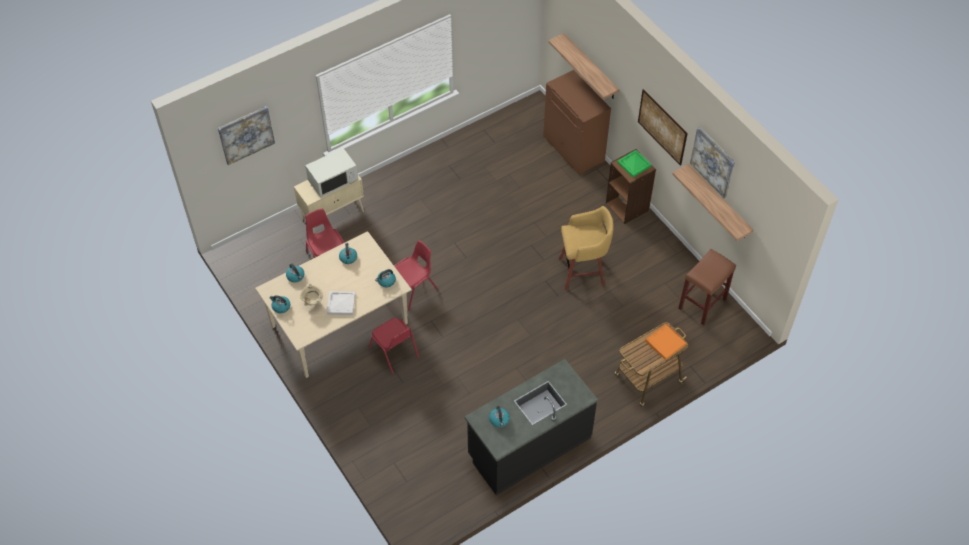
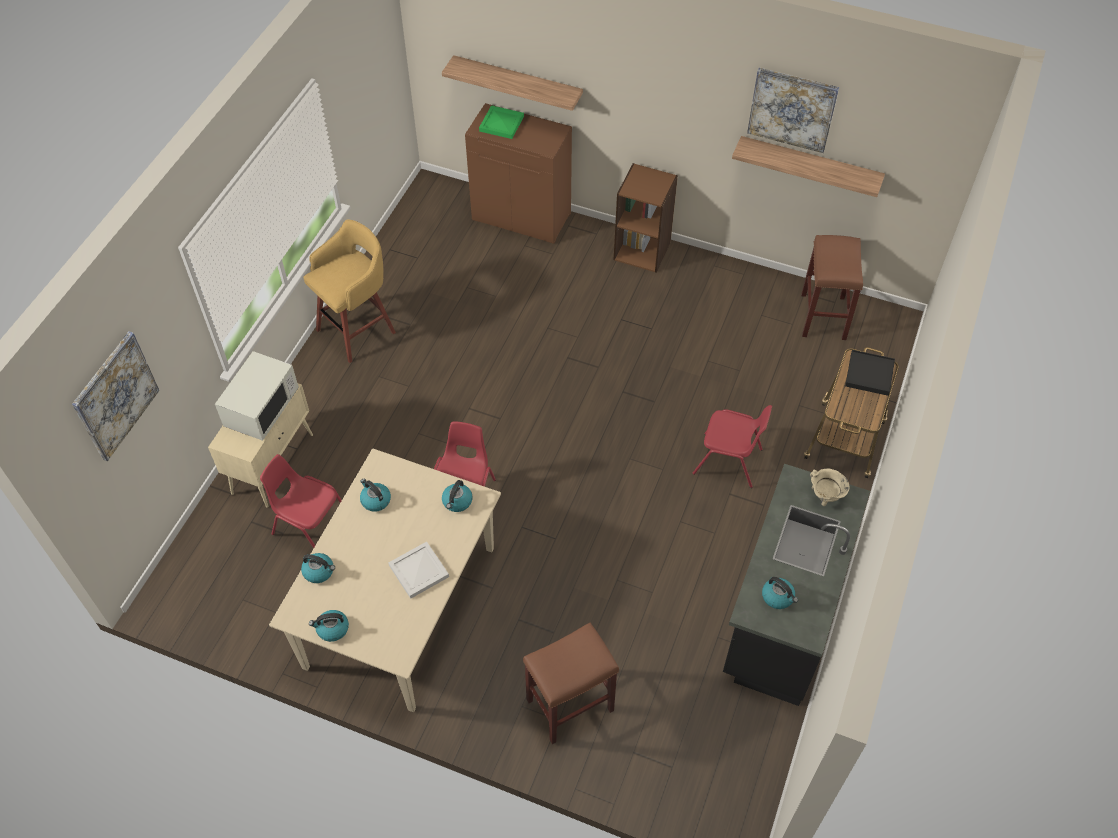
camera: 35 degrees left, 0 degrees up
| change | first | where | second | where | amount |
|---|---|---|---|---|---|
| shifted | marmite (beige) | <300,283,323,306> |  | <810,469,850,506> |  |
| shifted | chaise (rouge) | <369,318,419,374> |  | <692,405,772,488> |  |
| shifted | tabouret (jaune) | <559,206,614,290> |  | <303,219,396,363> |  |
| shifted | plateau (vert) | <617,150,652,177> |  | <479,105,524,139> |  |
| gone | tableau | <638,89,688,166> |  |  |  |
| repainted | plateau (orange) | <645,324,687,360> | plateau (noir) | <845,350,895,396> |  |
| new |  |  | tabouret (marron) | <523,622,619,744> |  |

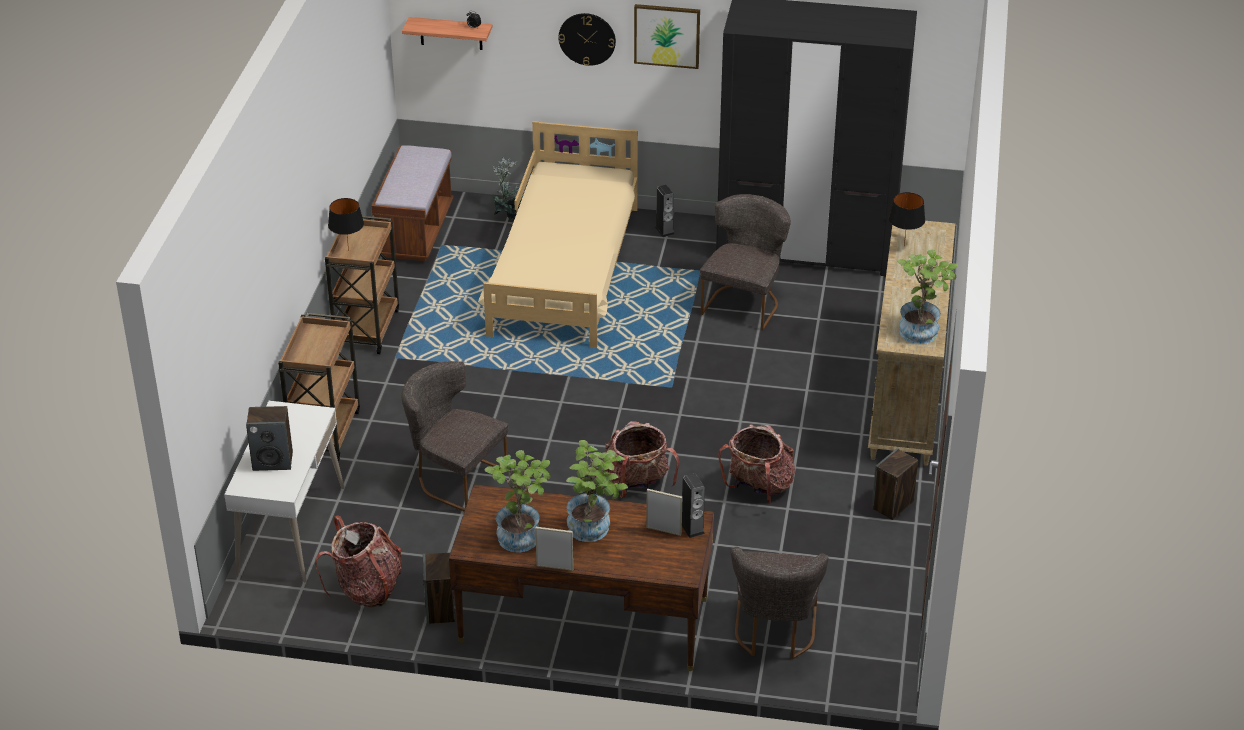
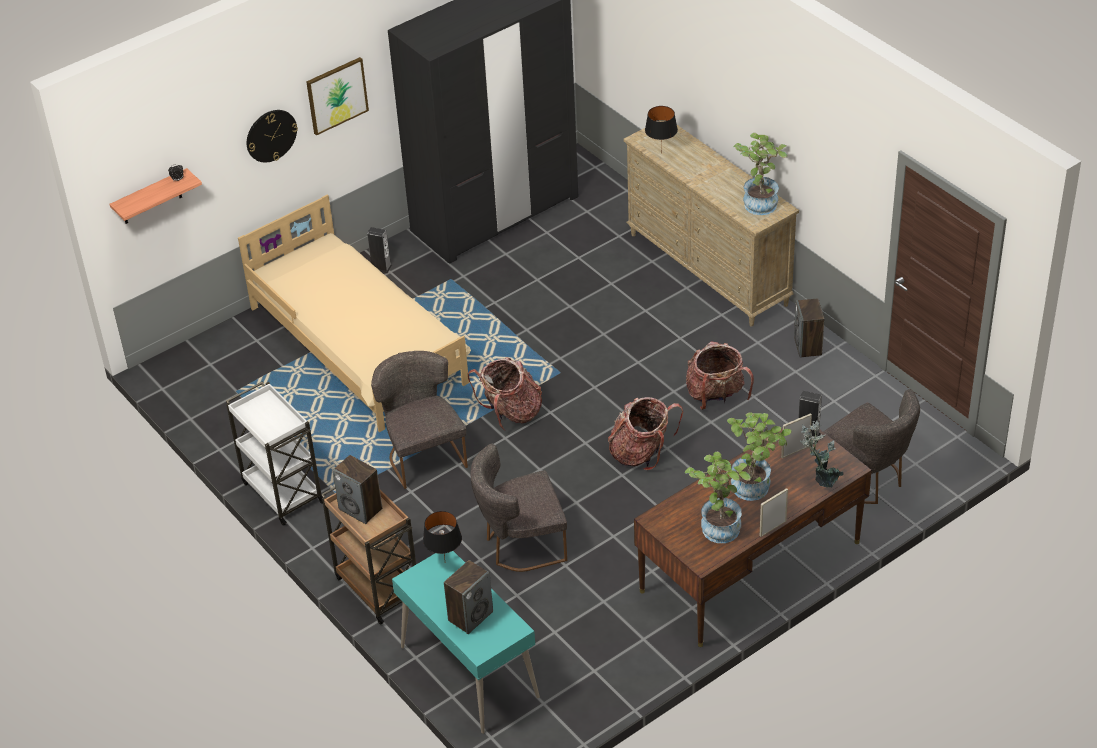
camera: 45 degrees left, 5 degrees up
| change | first | where | second | where | amount |
|---|---|---|---|---|---|
| repainted | bureau (blanc) | <224,401,345,583> | bureau (turquoise) | <392,551,540,734> |  |
| shifted | sac à dos | <315,515,402,608> |  | <468,357,542,430> |  |
| repainted | chariot (marron) | <325,216,399,354> | chariot (blanc) | <226,382,323,526> |  |
| shifted | lampe de table (noir) | <328,198,364,251> |  | <423,511,462,559> |  |
| gone | banc (marron) | <372,145,454,261> |  |  |  |
| shifted | enceinte | <423,553,455,624> |  | <332,455,382,524> |  |
| shifted | plante en pot | <493,157,523,219> |  | <800,419,844,488> |  |
| shifted | chaise (gris) | <700,194,791,330> |  | <371,351,468,489> |  |

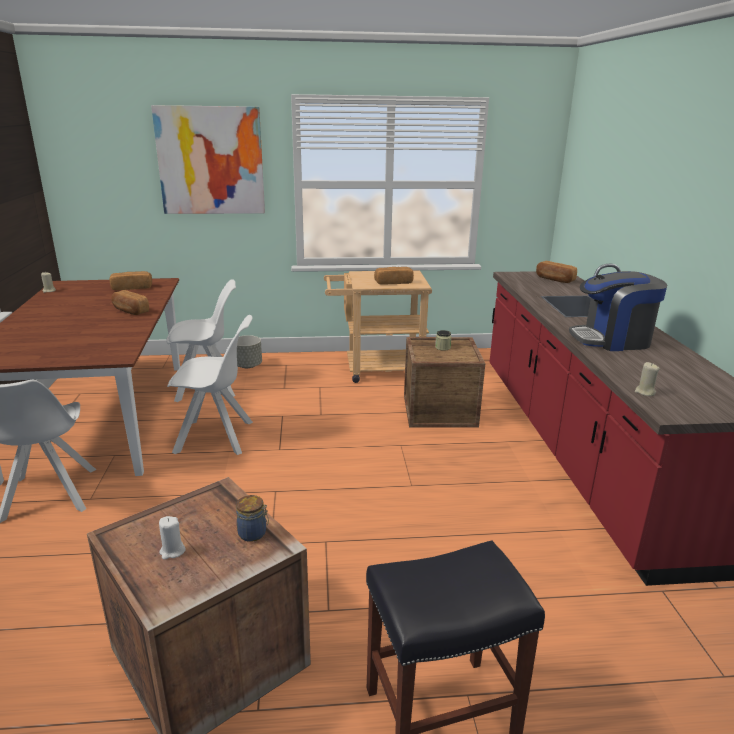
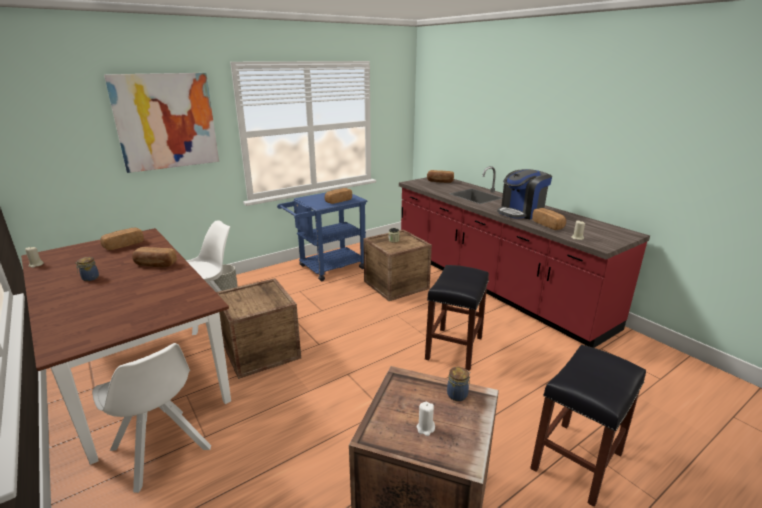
camera: 30 degrees left, 0 degrees up
| change | first | where | second | where | amount |
|---|---|---|---|---|---|
| swapped | chaise (blanc) | <167,315,253,455> | caisse | <216,278,301,379> |  |
| repainted | chariot (beige) | <324,271,432,383> | chariot (bleu) | <277,193,367,281> |  |
| new |  |  | bocal | <75,257,99,281> |  |
| new |  |  | tabouret (noir) | <425,265,489,371> |  |
| new |  |  | pain | <532,208,566,230> |  |

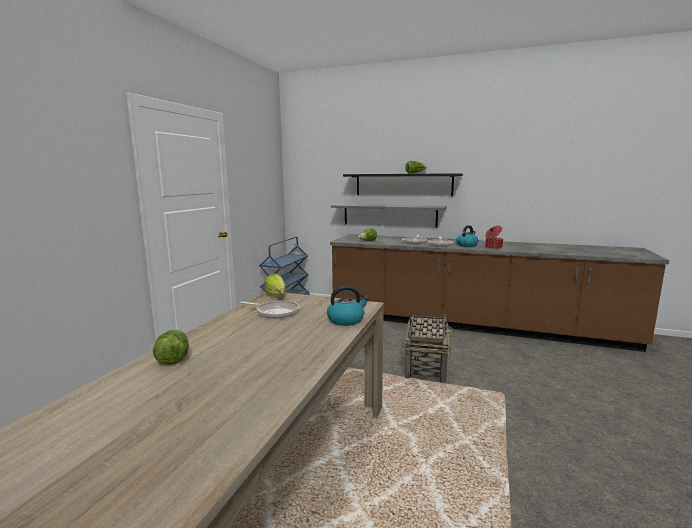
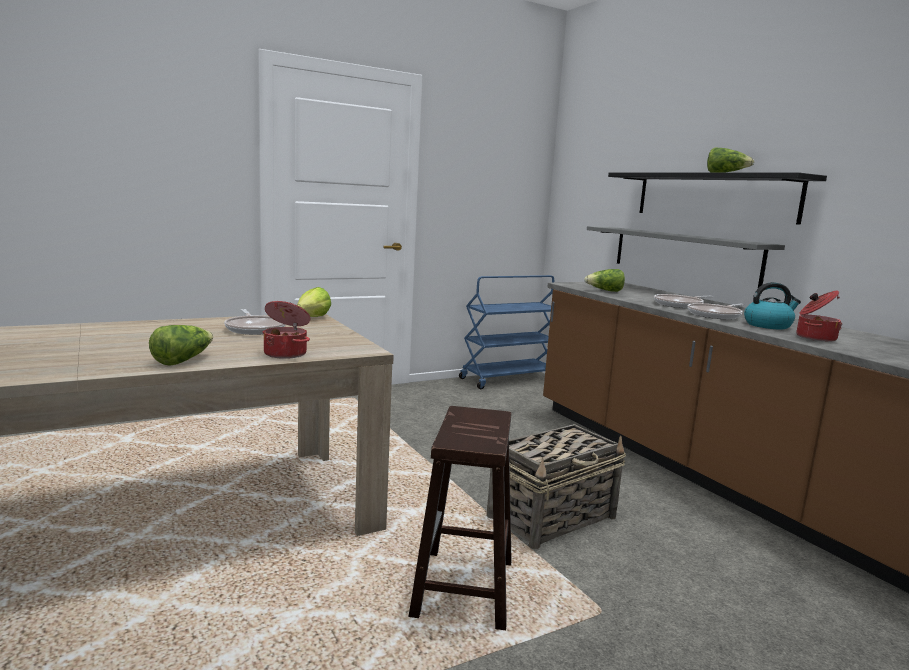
camera: 40 degrees right, 0 degrees up
| change | first | where | second | where | amount |
|---|---|---|---|---|---|
| shifted | laitue | <153,330,189,365> |  | <149,325,213,365> |  |
| swapped | bouilloire | <327,286,369,326> | marmite | <262,301,311,359> |  |
| new |  |  | tabouret (marron) | <408,406,512,630> |  |

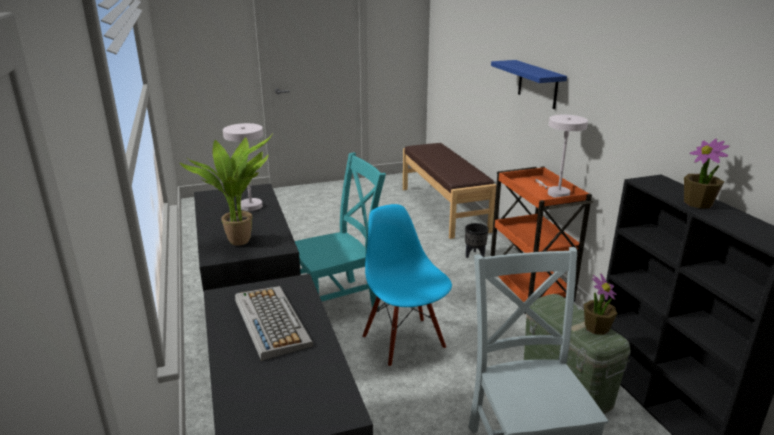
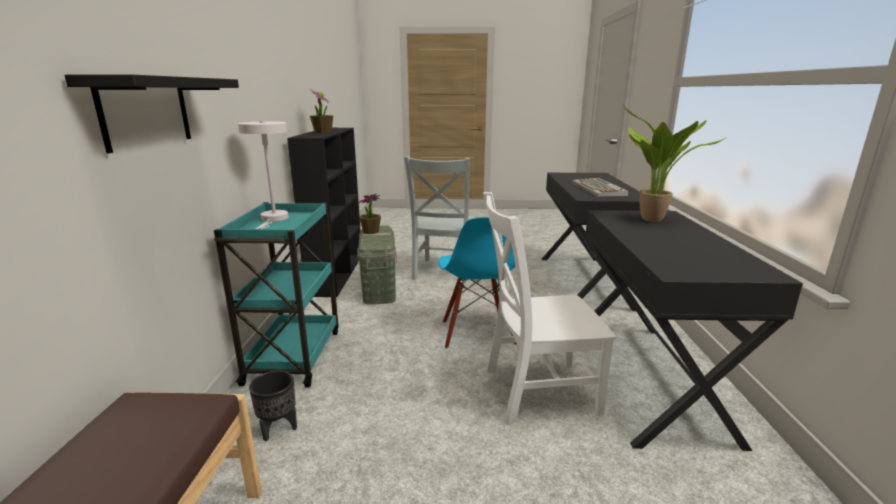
camera: 160 degrees left, 5 degrees down
| change | first | where | second | where | amount |
|---|---|---|---|---|---|
| gone | lampe de table (blanc) | <223,123,263,211> |  |  |  |
| repainted | chaise (turquoise) | <295,152,386,310> | chaise (blanc) | <483,192,616,425> |  |
| repainted | étagère (bleu) | <491,60,567,109> | étagère (noir) | <64,75,239,153> |  |
| repainted | chariot (orange) | <491,166,593,314> | chariot (turquoise) | <214,202,338,388> |  |

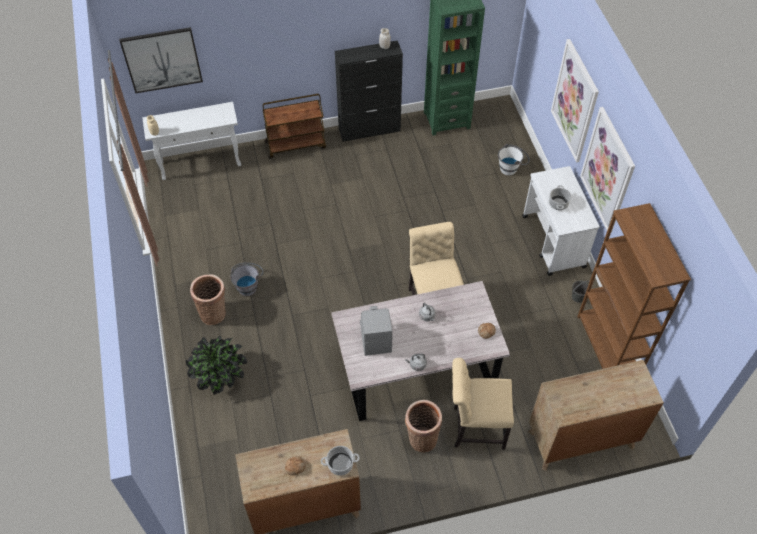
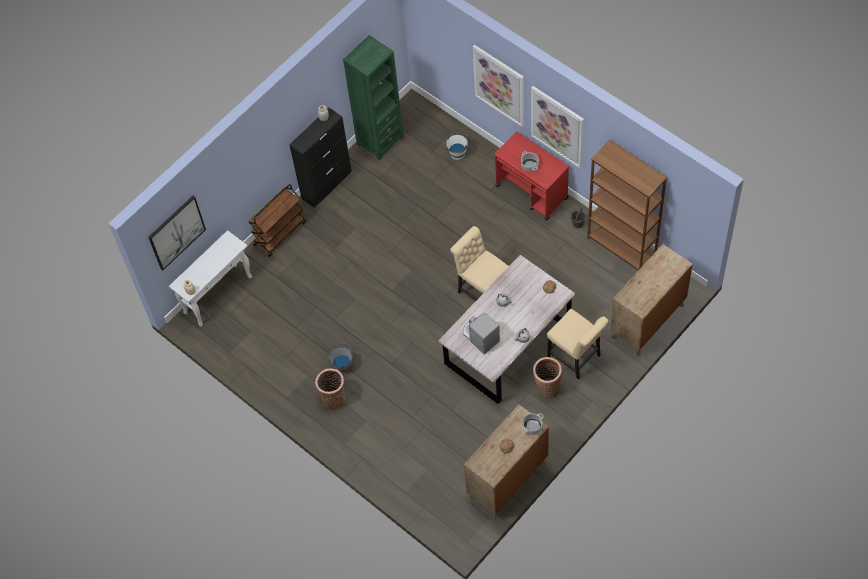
camera: 30 degrees left, 5 degrees up
| change | first | where | second | where | amount |
|---|---|---|---|---|---|
| gone | plante en pot | <186,336,247,395> |  |  |  |
| rotated | chaise (beige) | <452,358,514,450> |  | <547,308,608,379> | 105 degrees counterclockwise |
| repainted | chariot (blanc) | <522,166,600,276> | chariot (rouge) | <494,131,569,220> |  |

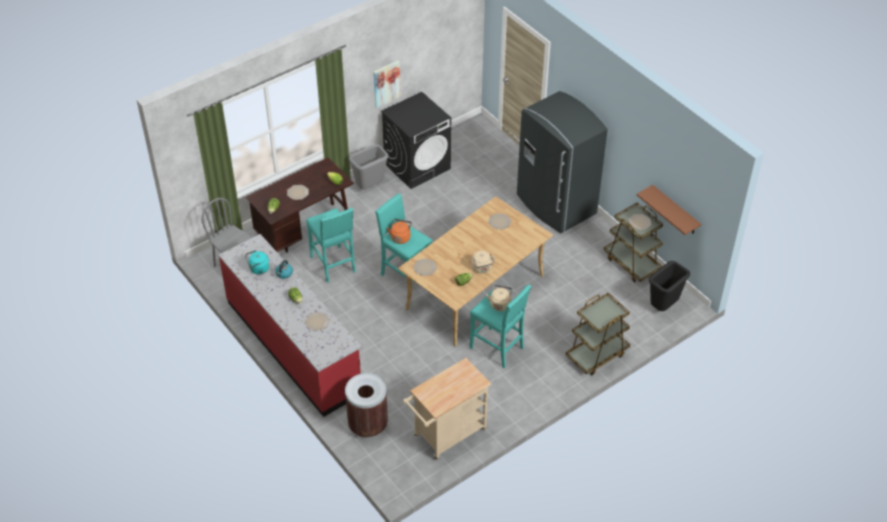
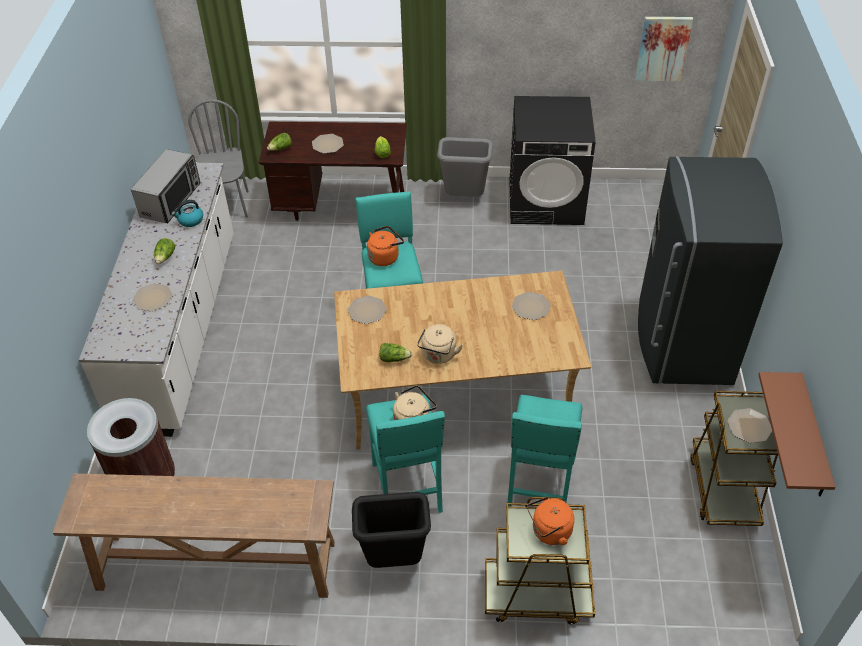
camera: 40 degrees right, 0 degrees up
| change | first | where | second | where | amount |
|---|---|---|---|---|---|
| repainted | comptoir de cuisine (rouge) | <218,234,362,417> | comptoir de cuisine (blanc) | <79,163,234,437> |  |
| swapped | bouilloire (turquoise) | <245,250,270,274> | micro-ondes | <131,149,201,223> |  |
| shifted | tabouret (turquoise) | <306,208,356,283> |  | <508,395,582,507> |  |
| shifted | tableau | <373,60,401,108> |  | <635,17,693,81> |  |
| swapped | chariot (beige) | <403,358,491,460> | table console (marron) | <53,474,335,598> |  |
| shifted | poubelle (noir) | <649,261,690,311> |  | <352,492,431,568> |  |
| new |  |  | bouilloire (orange) | <527,496,574,545> |  |

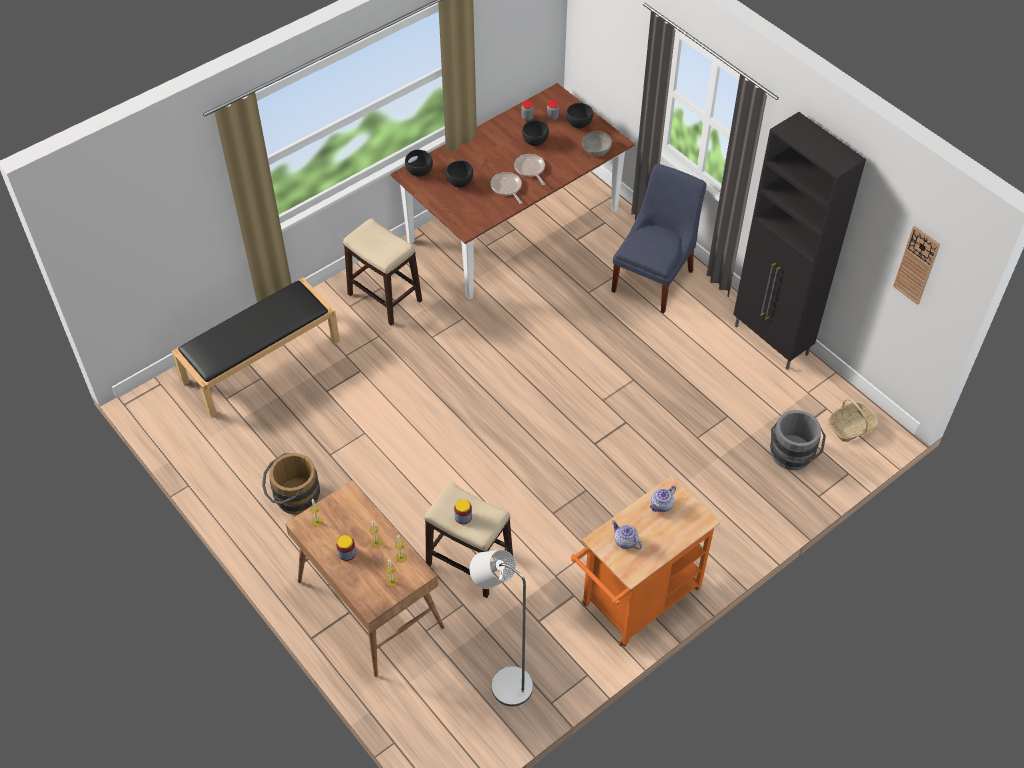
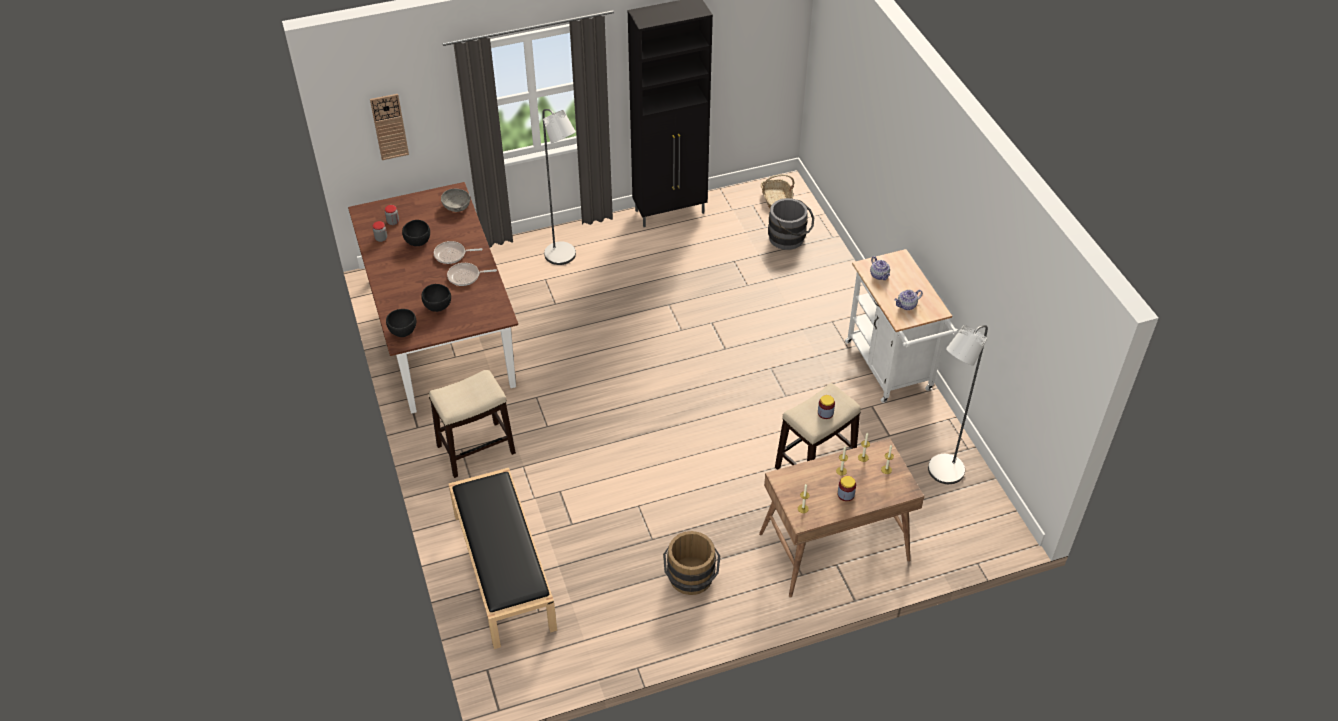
camera: 70 degrees left, 5 degrees down
| change | first | where | second | where | amount |
|---|---|---|---|---|---|
| gone | bol (noir) | <566,103,593,129> |  |  |  |
| repainted | chariot (orange) | <571,476,720,647> | chariot (blanc) | <845,249,958,403> |  |
| swapped | chaise (bleu) | <611,164,707,314> | lampadaire (gris) | <542,109,576,265> |  |
| shifted | horloge murale | <893,226,940,305> |  | <370,94,409,160> |  |

